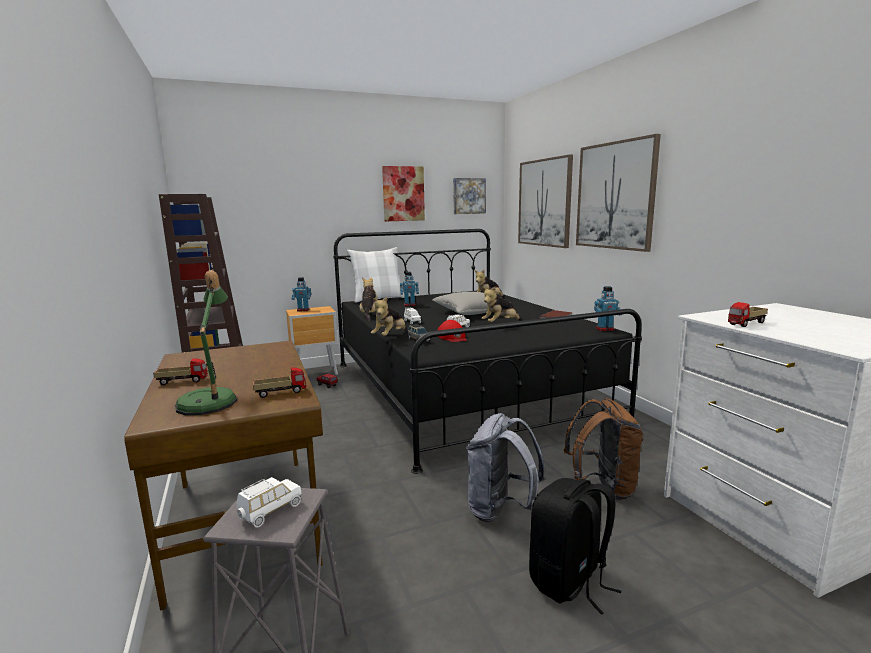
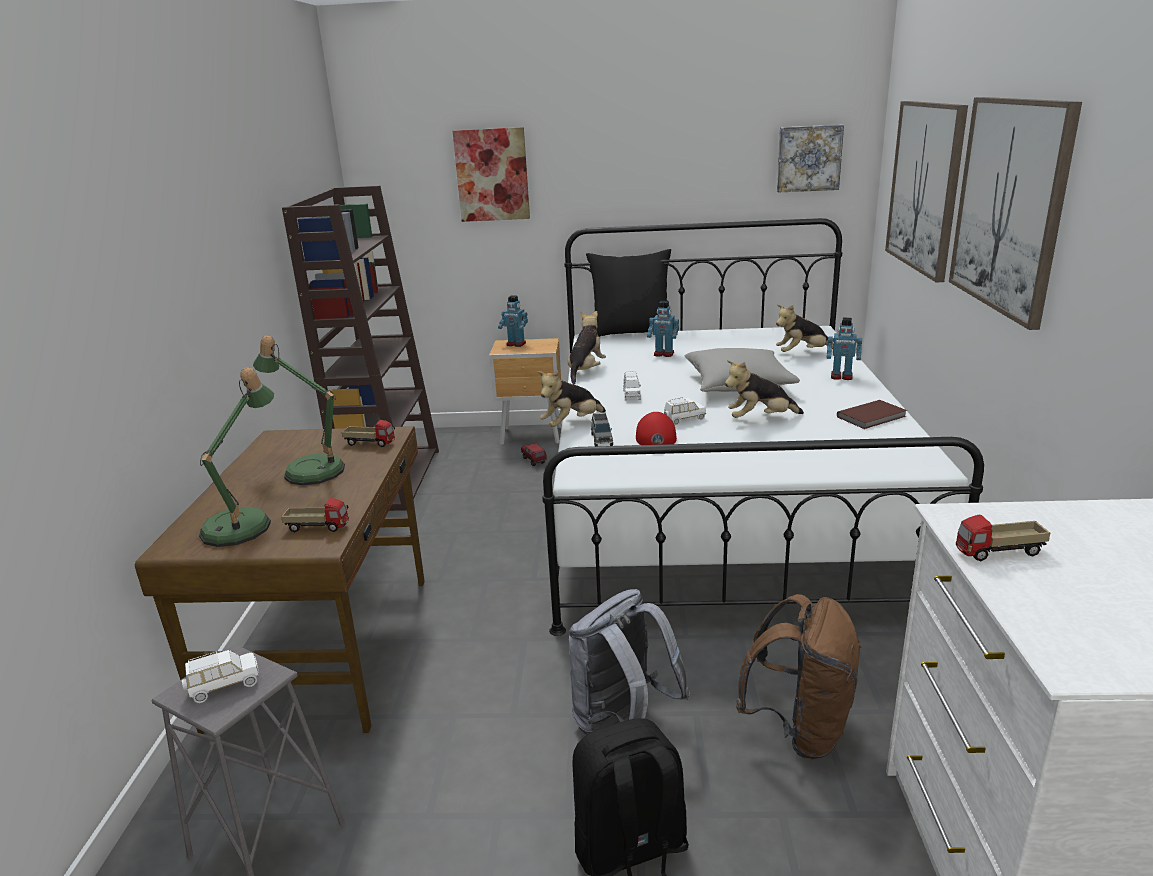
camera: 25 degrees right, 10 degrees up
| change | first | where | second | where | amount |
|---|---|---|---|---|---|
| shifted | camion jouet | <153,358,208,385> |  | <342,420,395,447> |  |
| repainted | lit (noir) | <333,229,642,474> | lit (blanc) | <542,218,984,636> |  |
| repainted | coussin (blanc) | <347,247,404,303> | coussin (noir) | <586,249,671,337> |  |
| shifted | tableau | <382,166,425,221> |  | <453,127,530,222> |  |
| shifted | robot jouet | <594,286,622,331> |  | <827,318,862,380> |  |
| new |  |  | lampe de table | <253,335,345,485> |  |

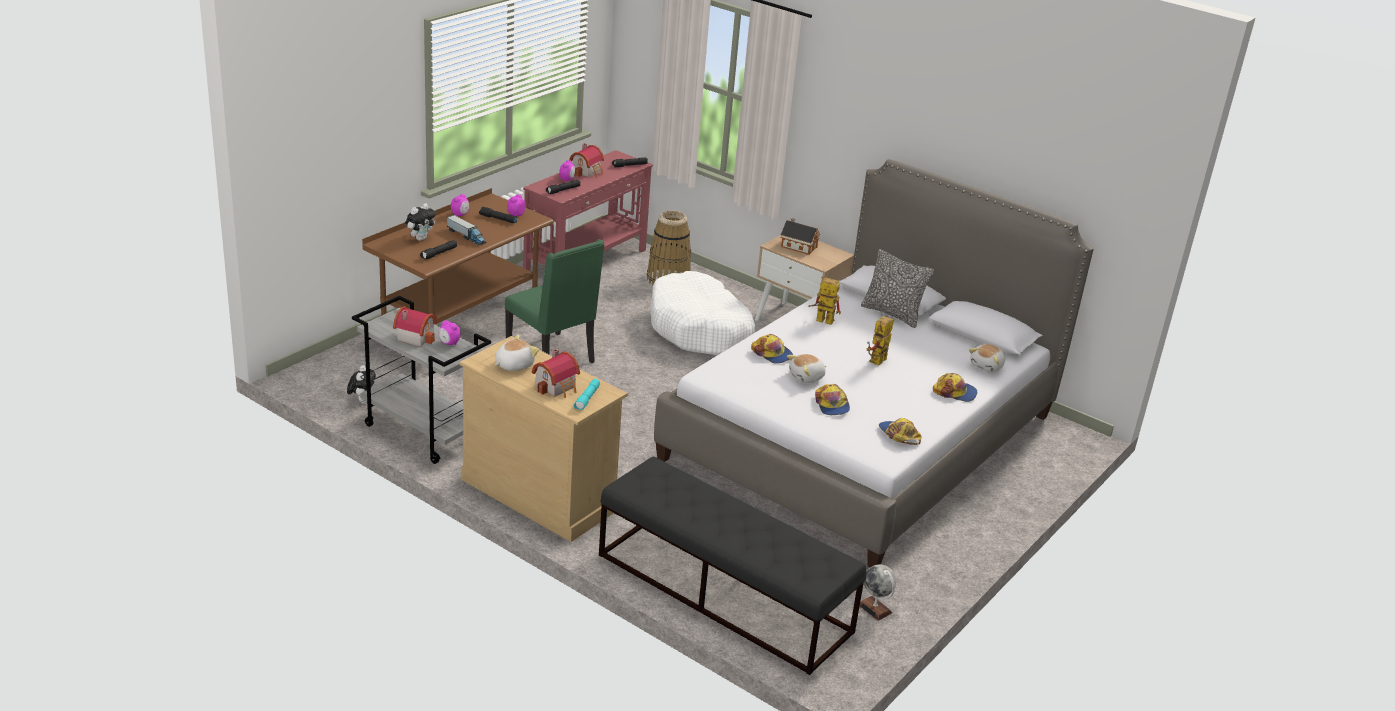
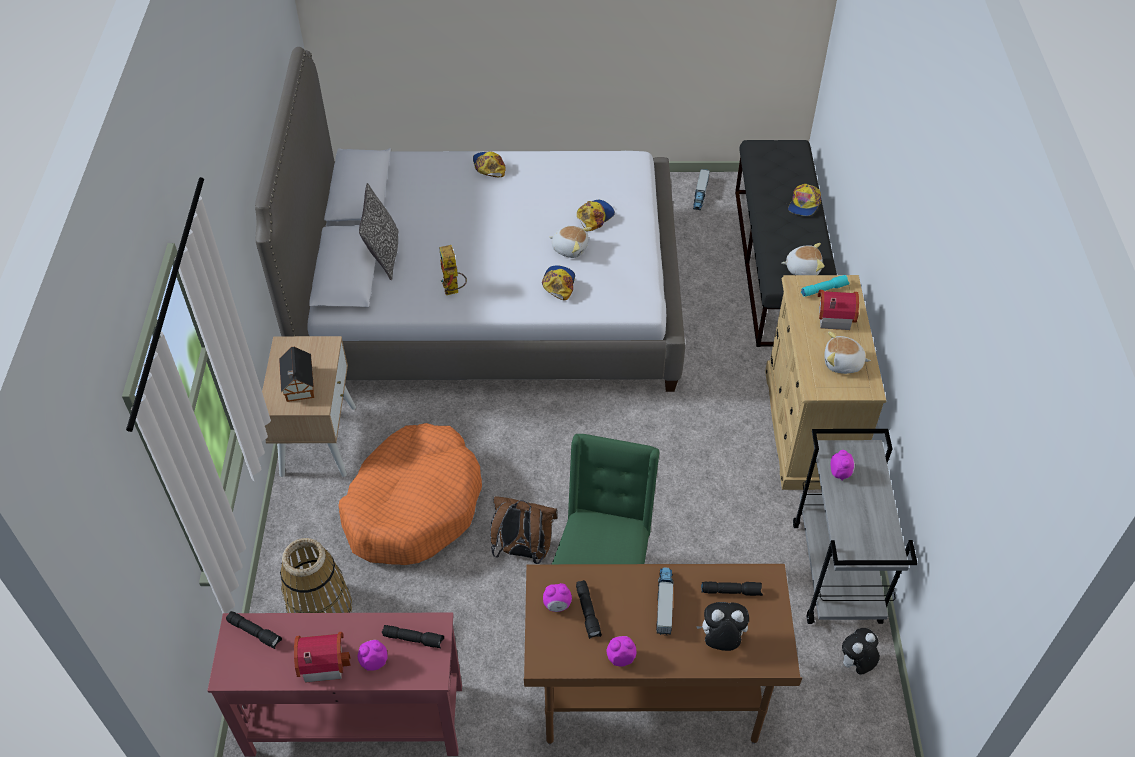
camera: 125 degrees left, 20 degrees up
| change | first | where | second | where | amount |
|---|---|---|---|---|---|
| gone | maison miniature | <393,306,438,347> |  |  |  |
| repainted | panier pour chien (blanc) | <650,271,755,355> | panier pour chien (orange) | <338,423,482,565> |  |
| swapped | globe | <860,564,896,621> | camion jouet | <693,169,710,210> |  |
| gone | robot jouet | <867,316,894,365> |  |  |  |
| shifted | casquette | <879,418,922,445> |  | <788,184,821,216> |  |
| shifted | peluche | <969,344,1005,372> |  | <781,243,825,275> |  |
| new |  |  | sac à dos (marron) | <490,496,558,564> |  |

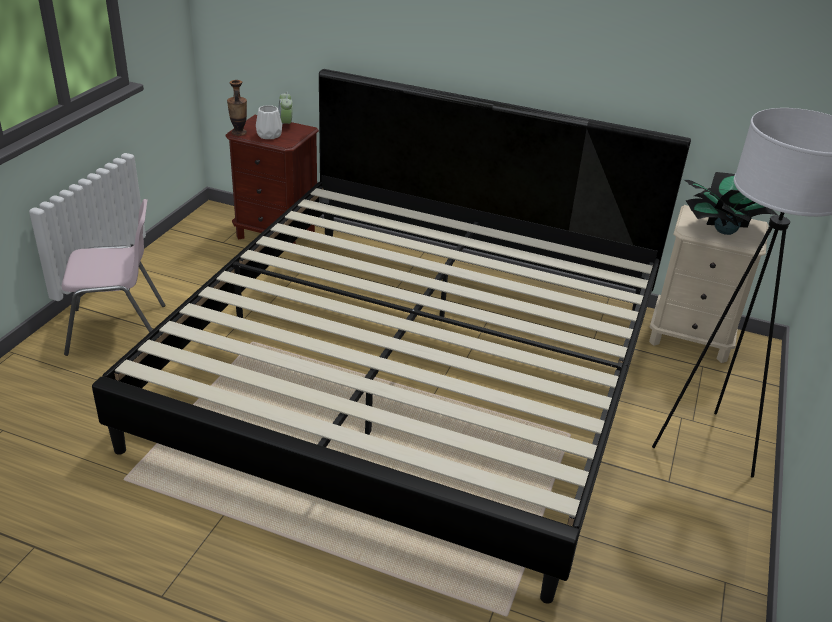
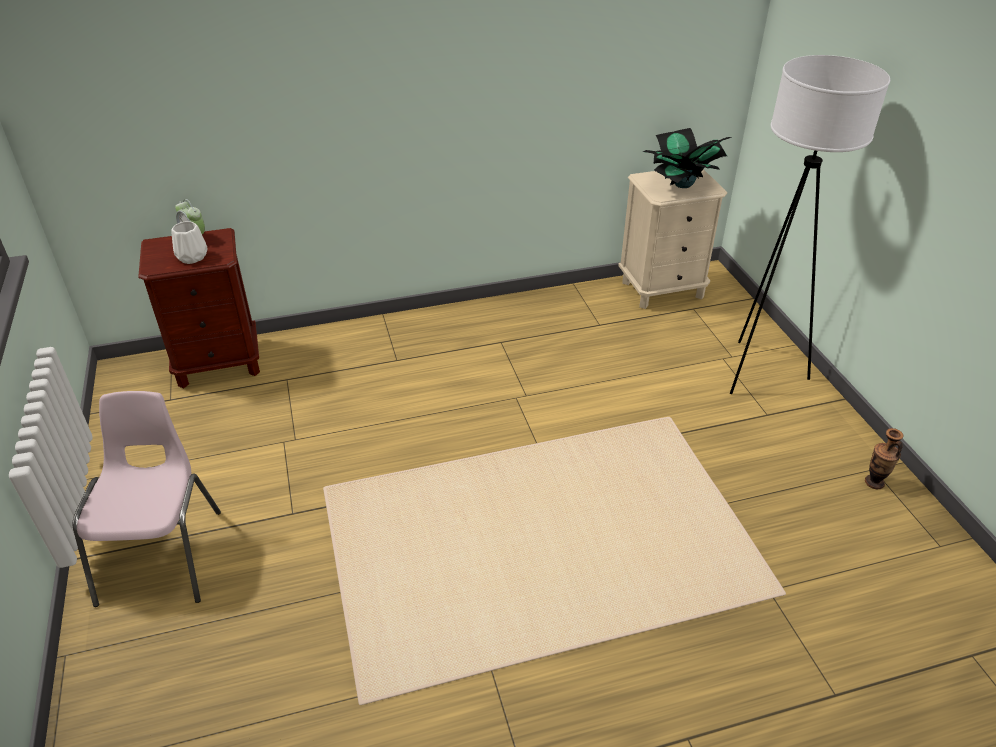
camera: 35 degrees left, 5 degrees up
| change | first | where | second | where | amount |
|---|---|---|---|---|---|
| rotated | chaise (rose) | <62,199,165,356> |  | <72,391,221,607> | 45 degrees counterclockwise |
| gone | lit | <92,69,691,604> |  |  |  |
| shifted | vase | <227,80,247,136> |  | <865,428,904,489> |  |

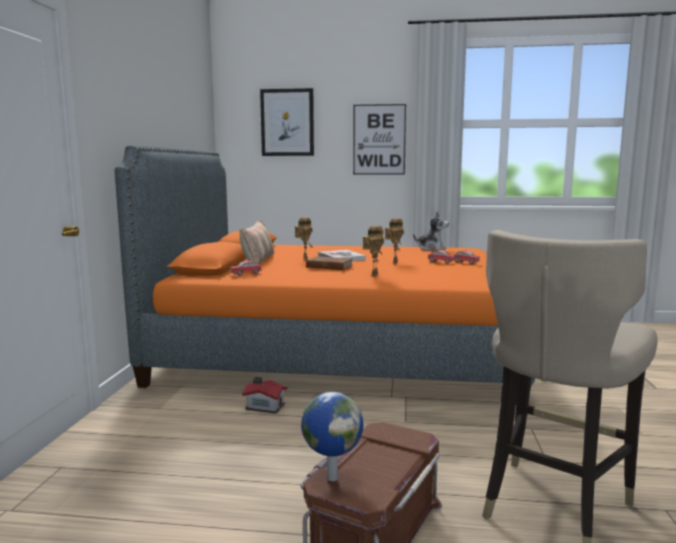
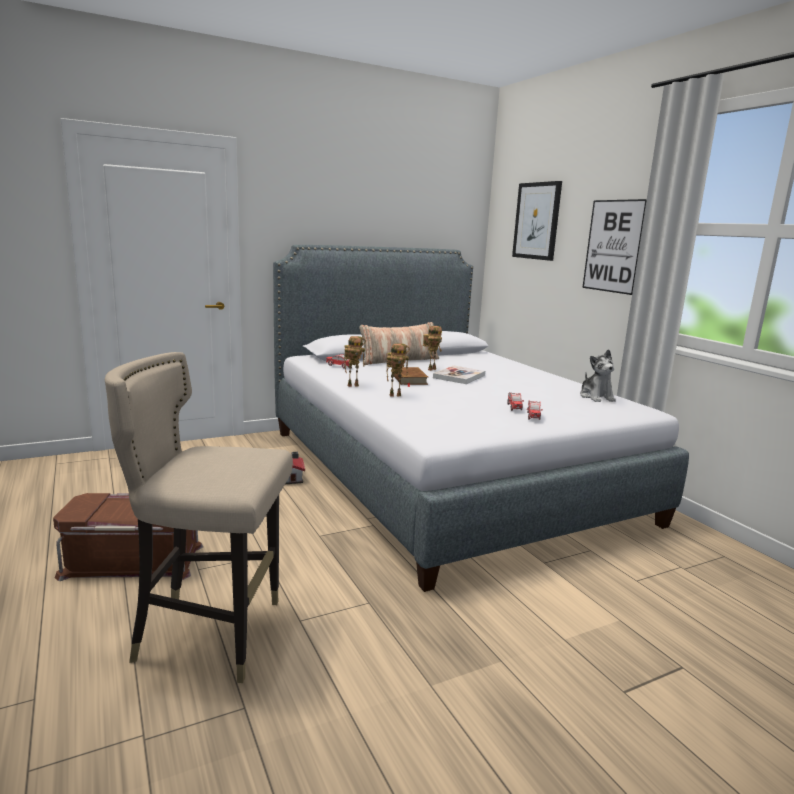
camera: 55 degrees right, 5 degrees up
| change | first | where | second | where | amount |
|---|---|---|---|---|---|
| repainted | lit (orange) | <115,145,535,403> | lit (gris) | <273,245,689,592> |  |
| gone | globe | <301,392,363,481> |  |  |  |
| shifted | robot jouet | <385,218,404,264> |  | <344,336,366,387> |  |

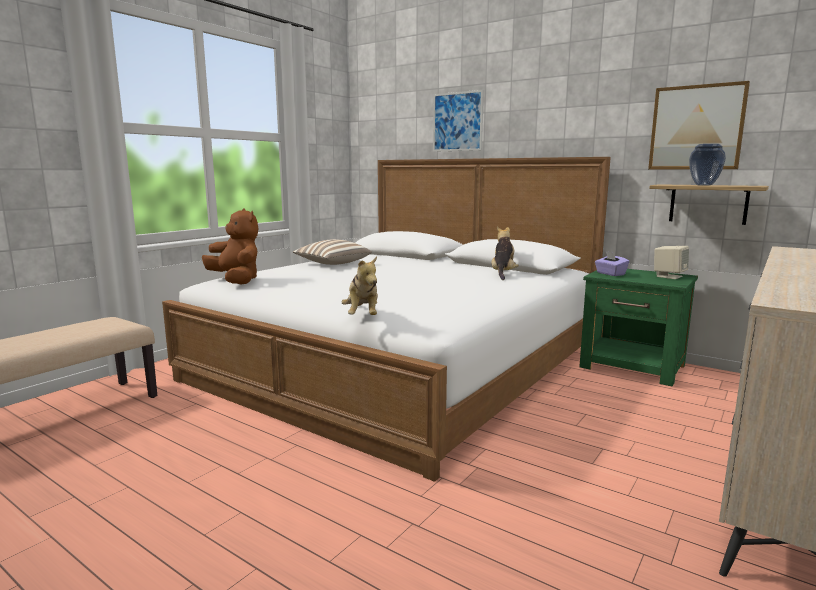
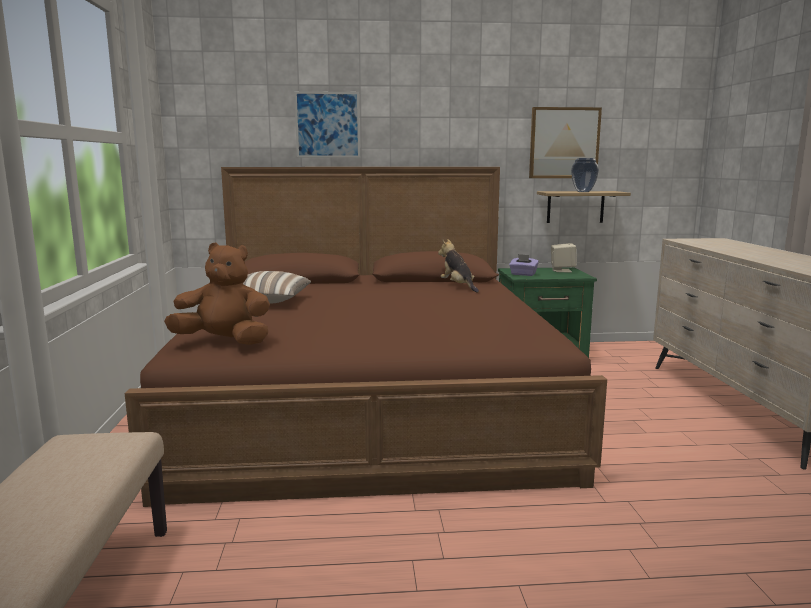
camera: 40 degrees left, 0 degrees up
| change | first | where | second | where | amount |
|---|---|---|---|---|---|
| repainted | lit (blanc) | <162,157,611,482> | lit (marron) | <125,167,607,507> |  |
| gone | peluche | <342,256,378,315> |  |  |  |

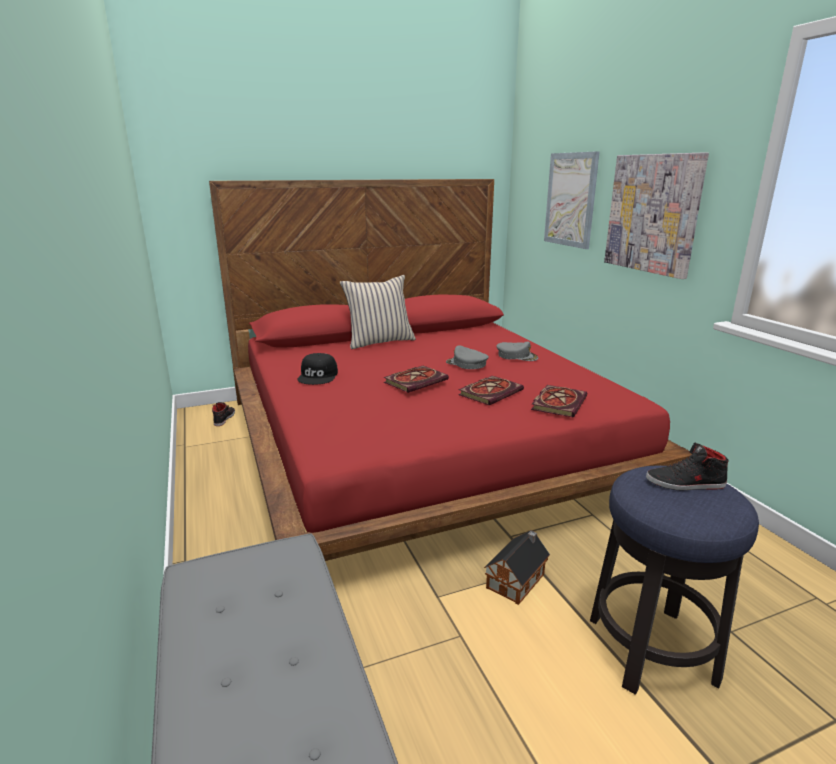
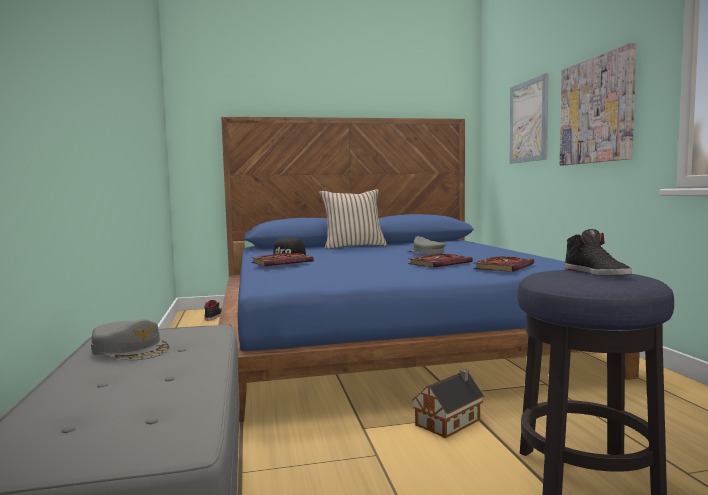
camera: 10 degrees right, 15 degrees down
| change | first | where | second | where | amount |
|---|---|---|---|---|---|
| repainted | lit (rouge) | <209,179,692,561> | lit (bleu) | <218,117,640,422> |  |
| shifted | livre | <384,366,449,393> |  | <251,253,314,266> |  |
| shifted | casquette (gris) | <496,342,538,361> |  | <91,319,170,360> |  |
| rotated | chaussure (noir) | <646,443,729,491> |  | <565,229,632,276> | 120 degrees counterclockwise |

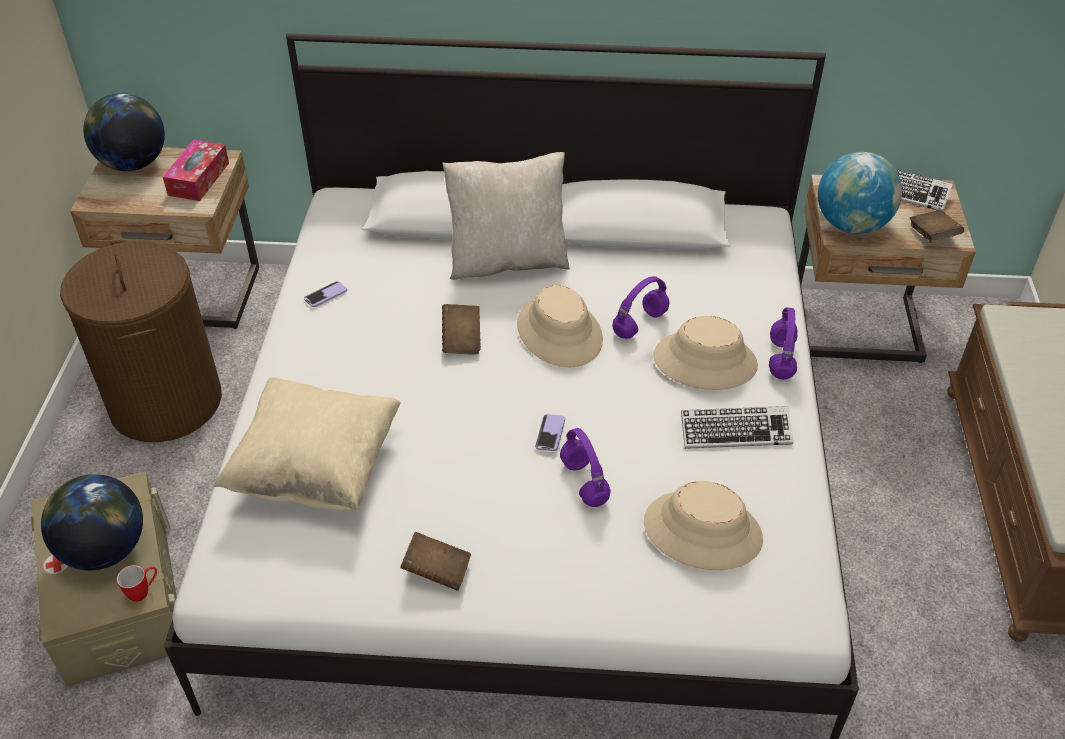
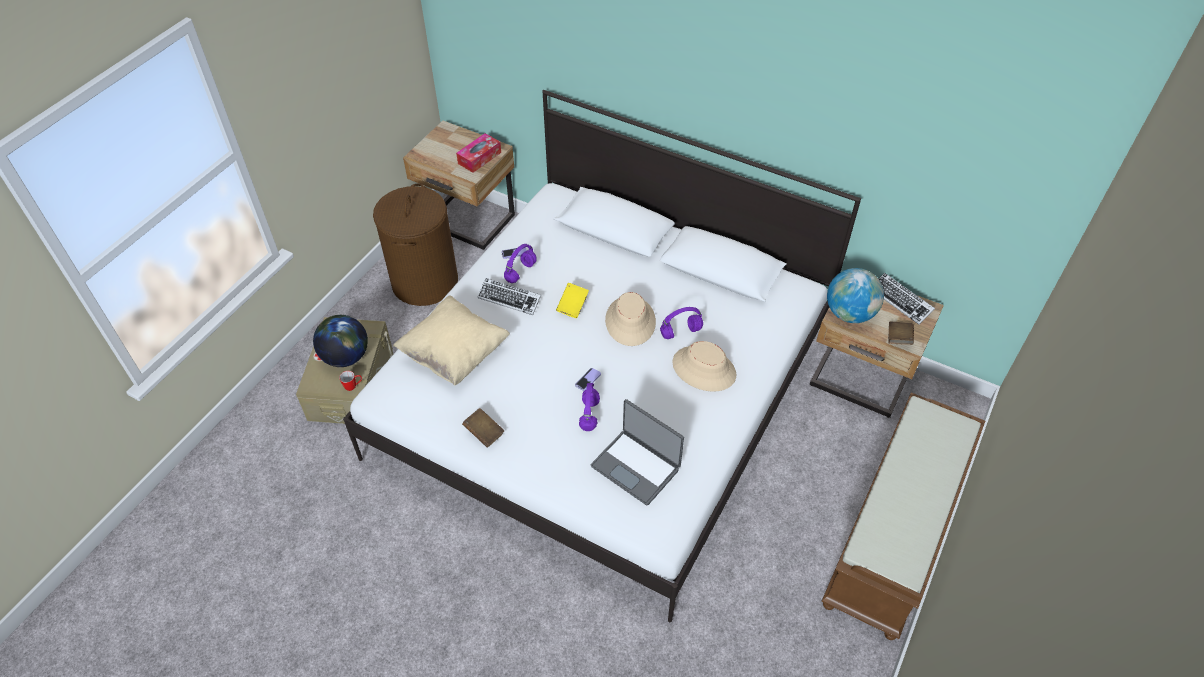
camera: 25 degrees right, 5 degrees up
| change | first | where | second | where | amount |
|---|---|---|---|---|---|
| gone | globe | <83,93,165,171> |  |  |  |
| gone | coussin (beige) | <442,152,570,280> |  |  |  |
| repainted | livre (marron) | <442,304,481,354> | livre (jaune) | <556,283,589,318> |  |
| swapped | chapeau (beige) | <644,481,763,570> | ordinateur portable | <591,399,684,506> |  |
| shifted | clavier | <681,406,794,449> |  | <478,278,541,315> |  |
| shifted | casque audio (violet) | <769,307,798,380> |  | <504,244,537,283> |  |

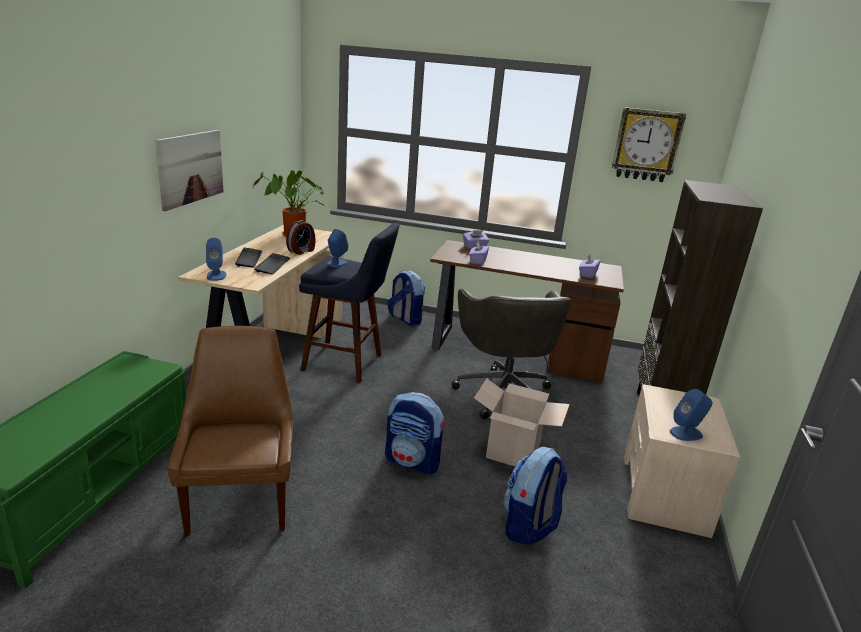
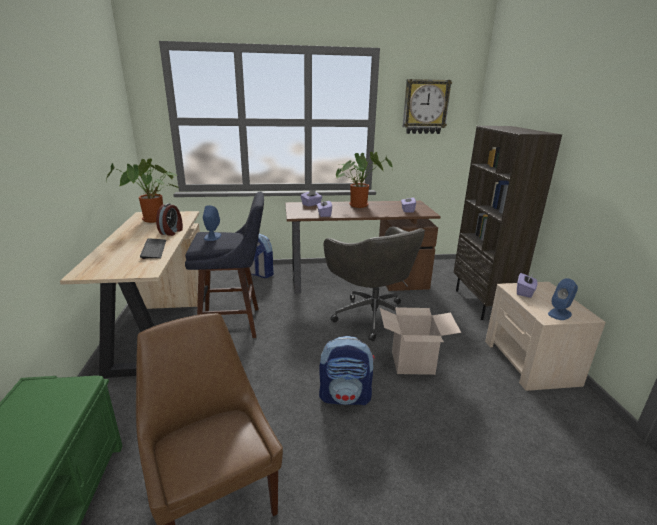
camera: 20 degrees left, 0 degrees up
| change | first | where | second | where | amount |
|---|---|---|---|---|---|
| gone | tableau | <155,130,223,211> |  |  |  |
| gone | enceinte (bleu) | <206,238,226,281> |  |  |  |
| gone | clavier | <235,247,262,268> |  |  |  |
| gone | sac à dos | <504,447,568,545> |  |  |  |
| new |  |  | plante en pot | <336,152,393,208> |  |
| new |  |  | boîte à mouchoirs (violet) | <517,273,538,298> |  |

